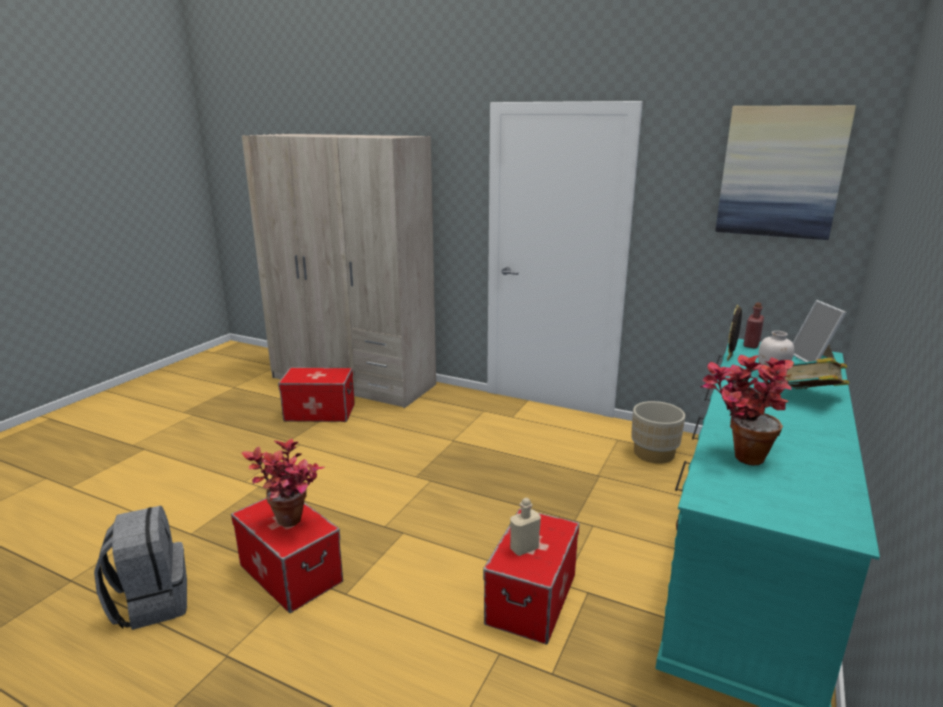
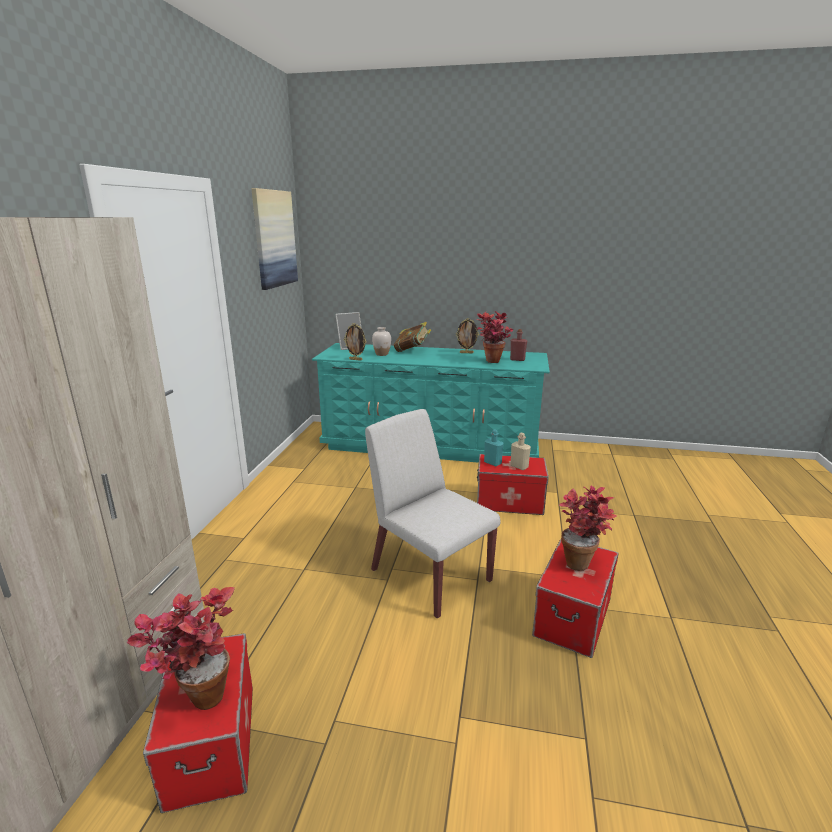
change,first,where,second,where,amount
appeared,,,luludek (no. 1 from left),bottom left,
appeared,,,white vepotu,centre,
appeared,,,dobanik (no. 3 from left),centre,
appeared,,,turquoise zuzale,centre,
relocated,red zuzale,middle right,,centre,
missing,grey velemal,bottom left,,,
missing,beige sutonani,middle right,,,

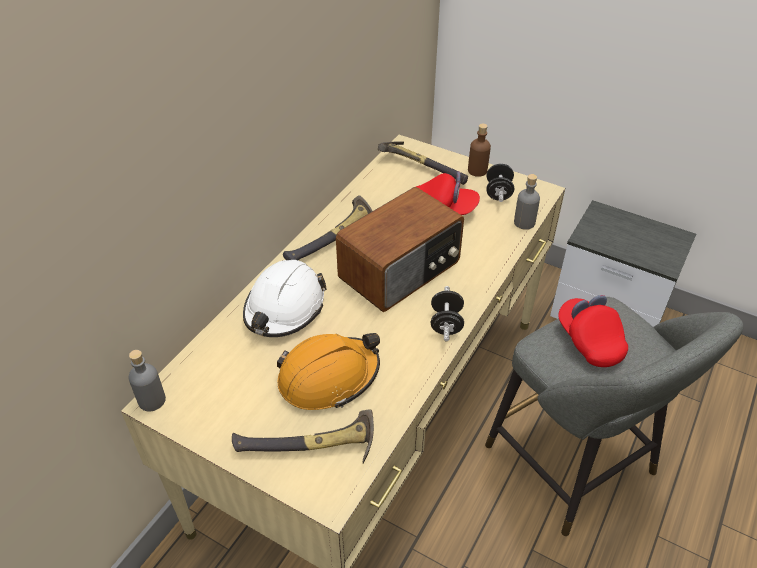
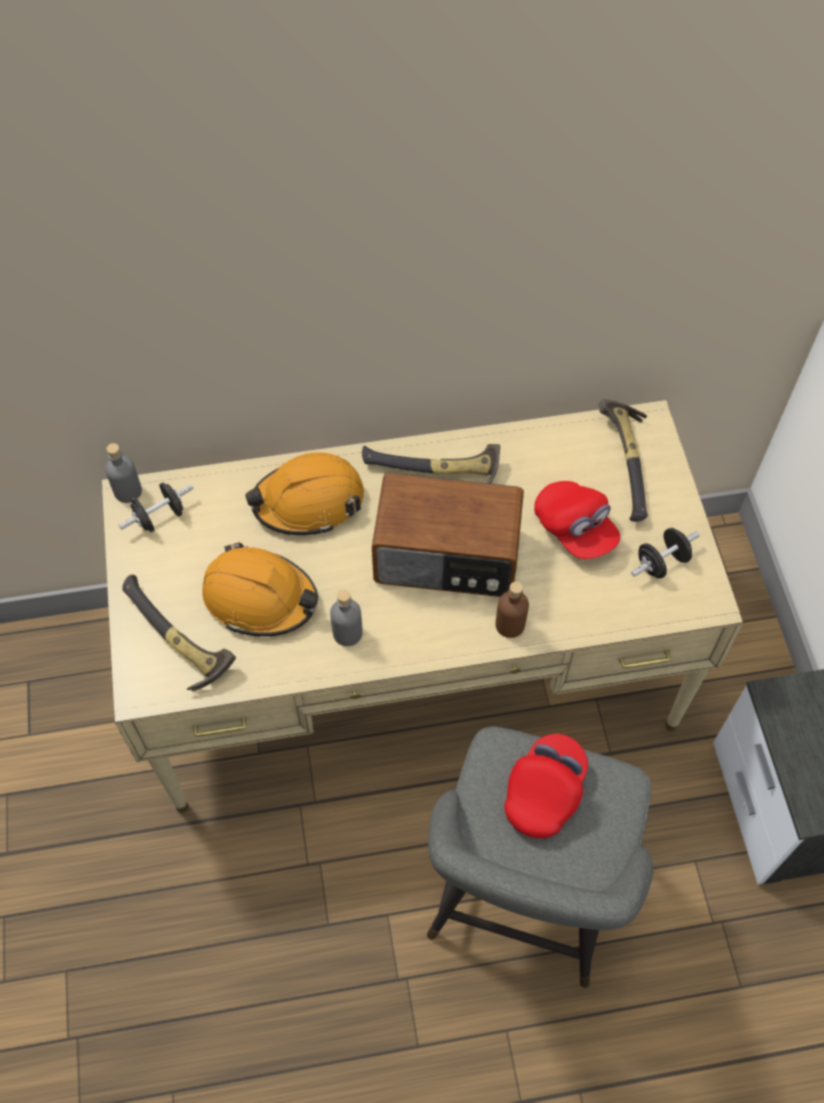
change,first,where,second,where,amount
relocated,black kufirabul (no. 1 from left),centre,,middle left,
colour,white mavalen,centre,orange mavalen (no. 2 from left),centre,
relocated,grey zuzale (no. 2 from left),middle right,,centre,
relocated,brown zuzale,top centre,,centre,

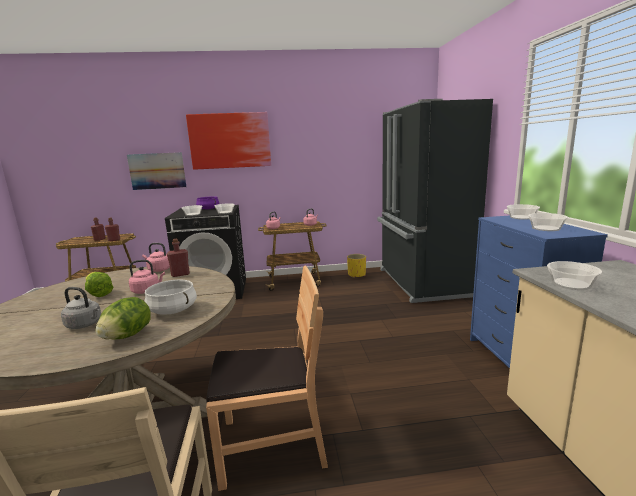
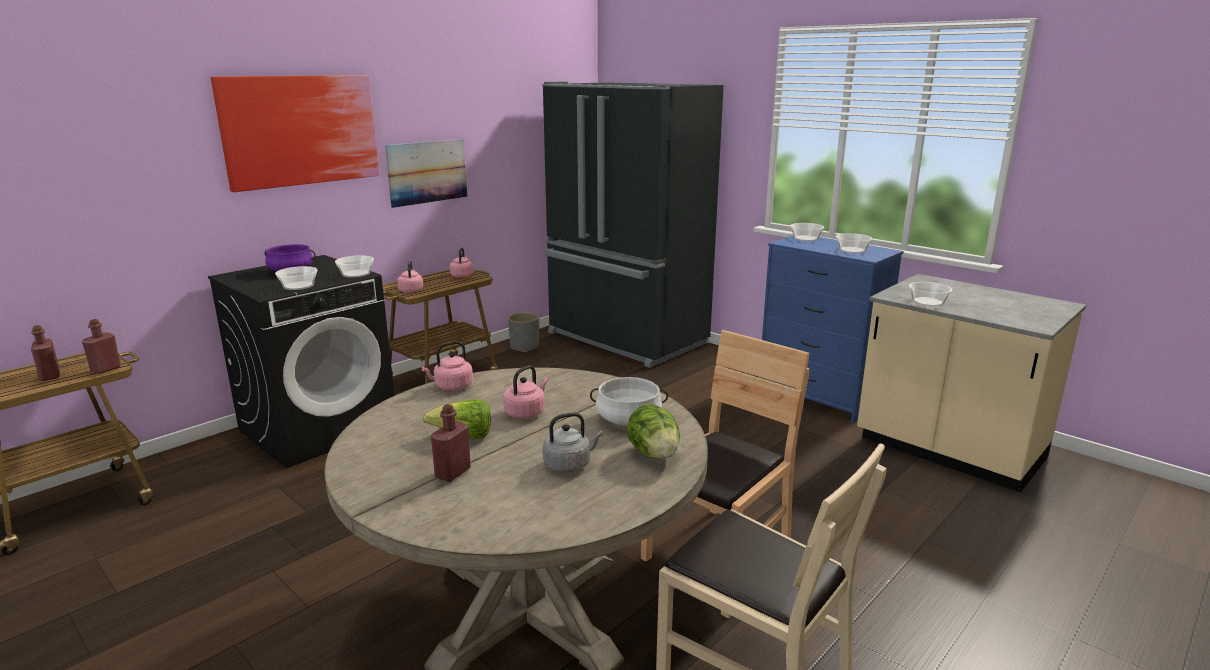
change,first,where,second,where,amount
relocated,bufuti (no. 1 from left in the first image),middle left,bufuti (no. 2 from left),top centre,
relocated,red zuzale (no. 3 from left),middle left,,centre,
colour,yellow sutonani,centre,grey sutonani,centre,

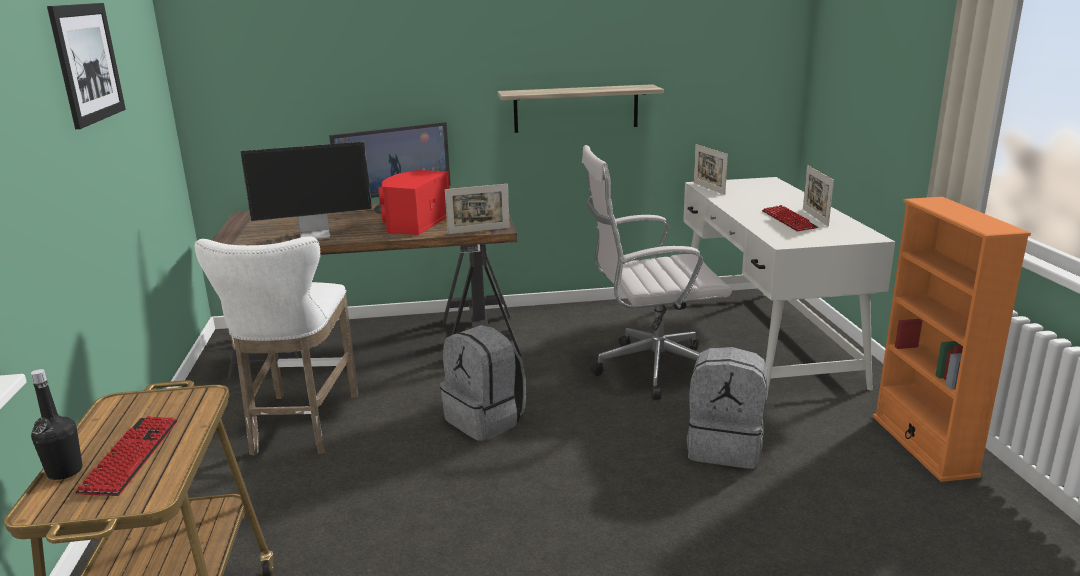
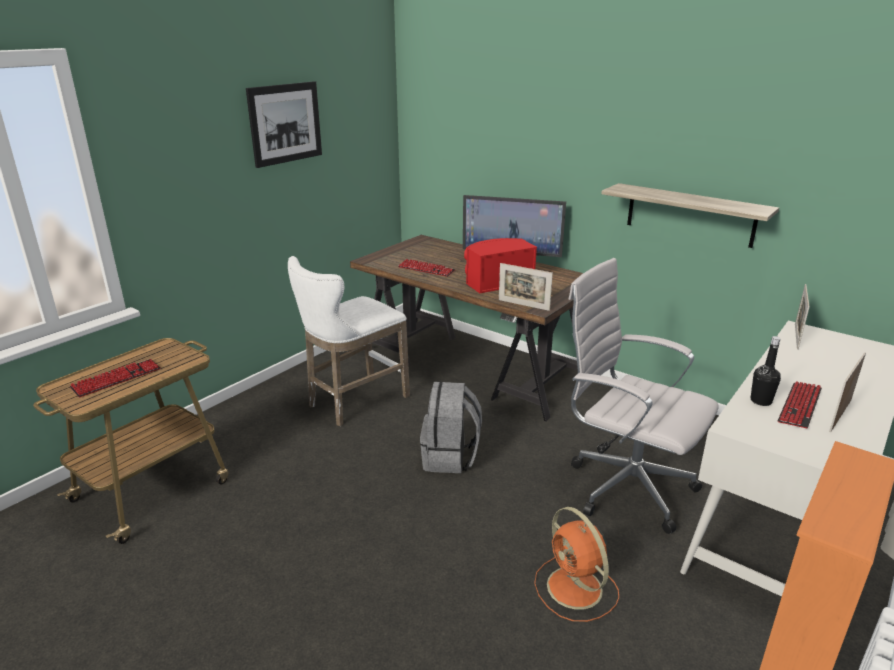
change,first,where,second,where,amount
exchanged,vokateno (no. 1 from left),top left,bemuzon (no. 2 from left),centre,
exchanged,grey velemal (no. 2 from left),bottom right,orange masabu,bottom centre,
relocated,black zuzale,bottom left,,middle right,

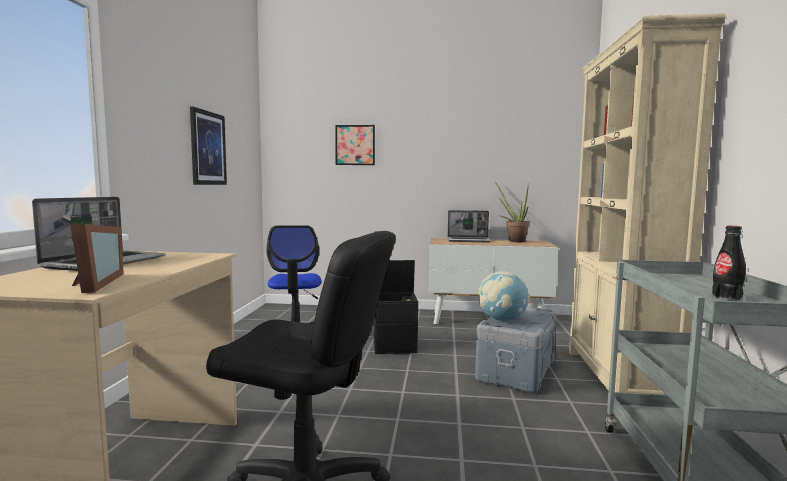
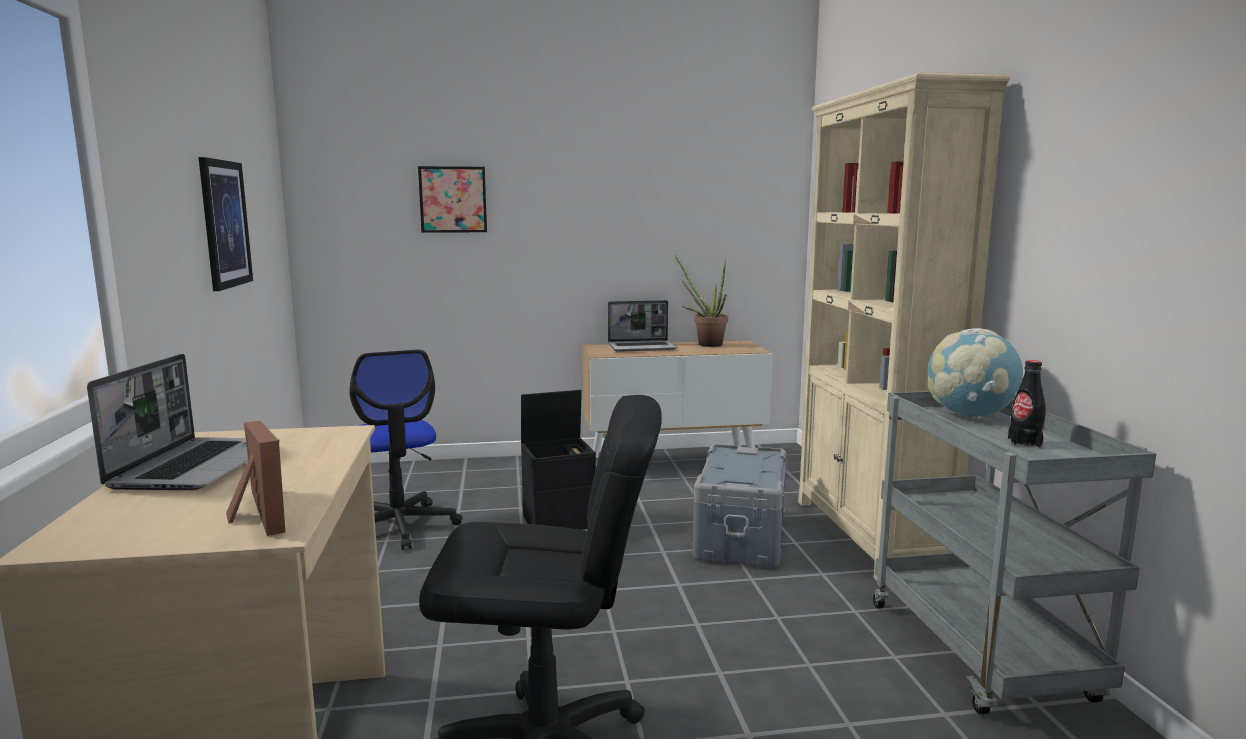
change,first,where,second,where,amount
relocated,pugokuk,centre,,middle right,

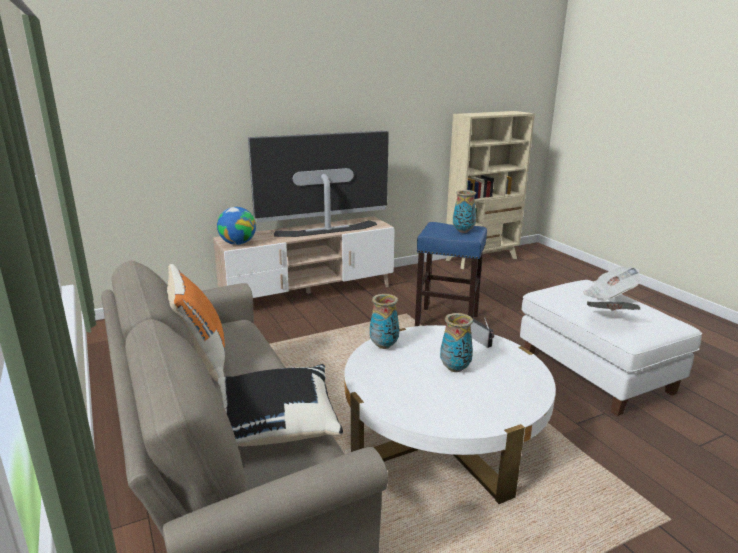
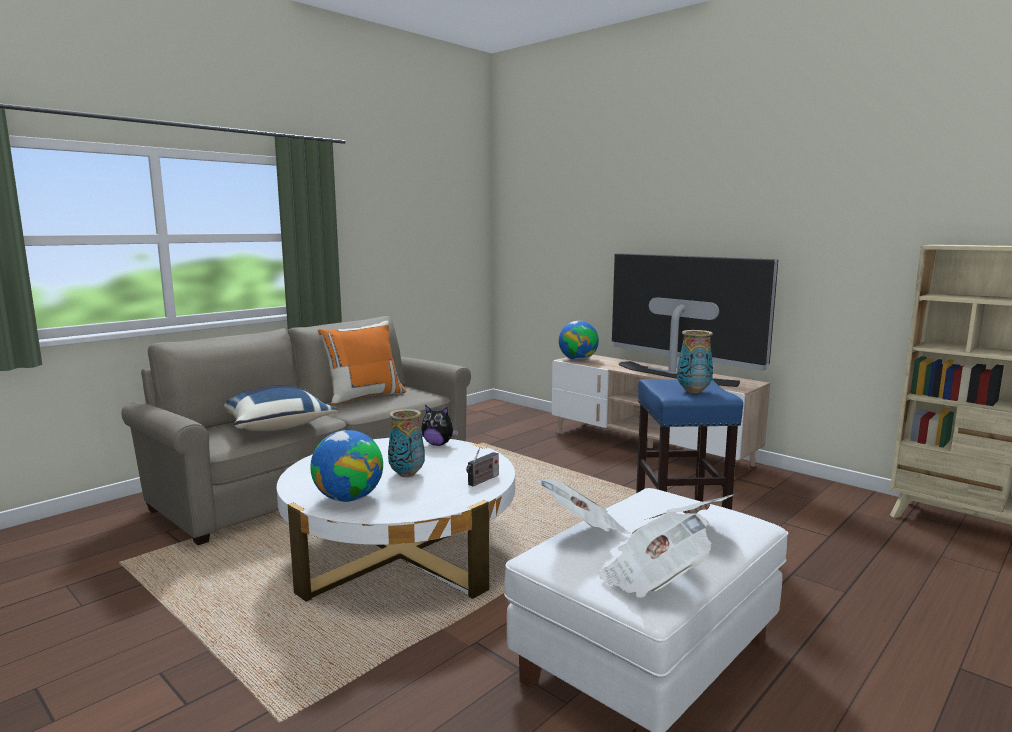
change,first,where,second,where,amount
colour,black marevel,bottom centre,blue marevel,middle left,
appeared,,,pugokuk (no. 1 from left),centre,
exchanged,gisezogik (no. 1 from left),centre,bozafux,centre,
appeared,,,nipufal (no. 2 from left),bottom centre,

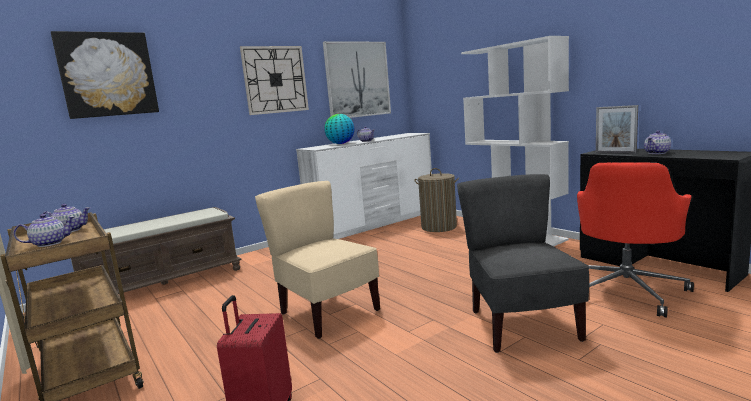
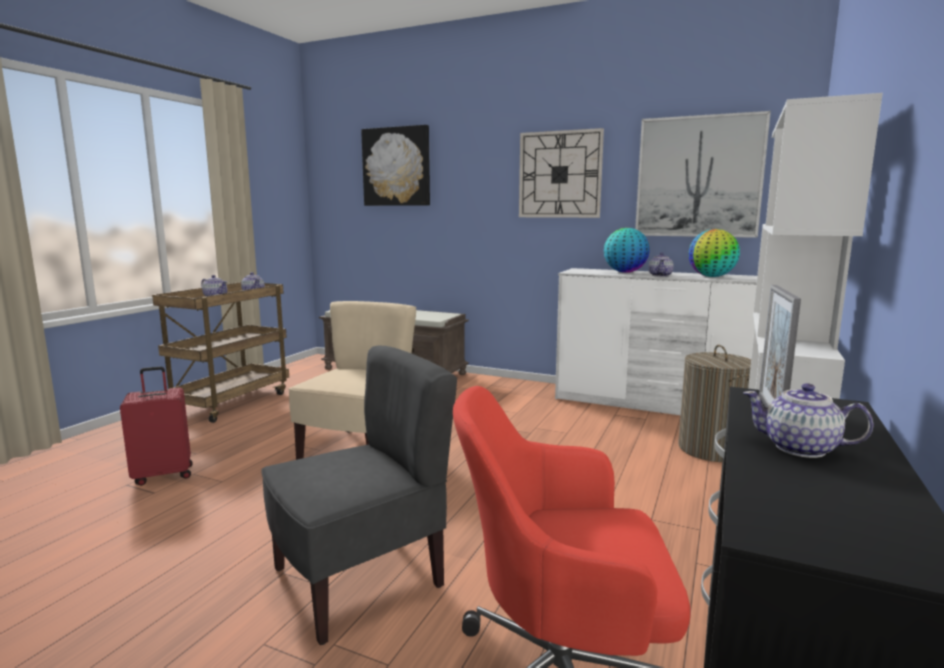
change,first,where,second,where,amount
appeared,,,pugokuk (no. 2 from left),middle right,

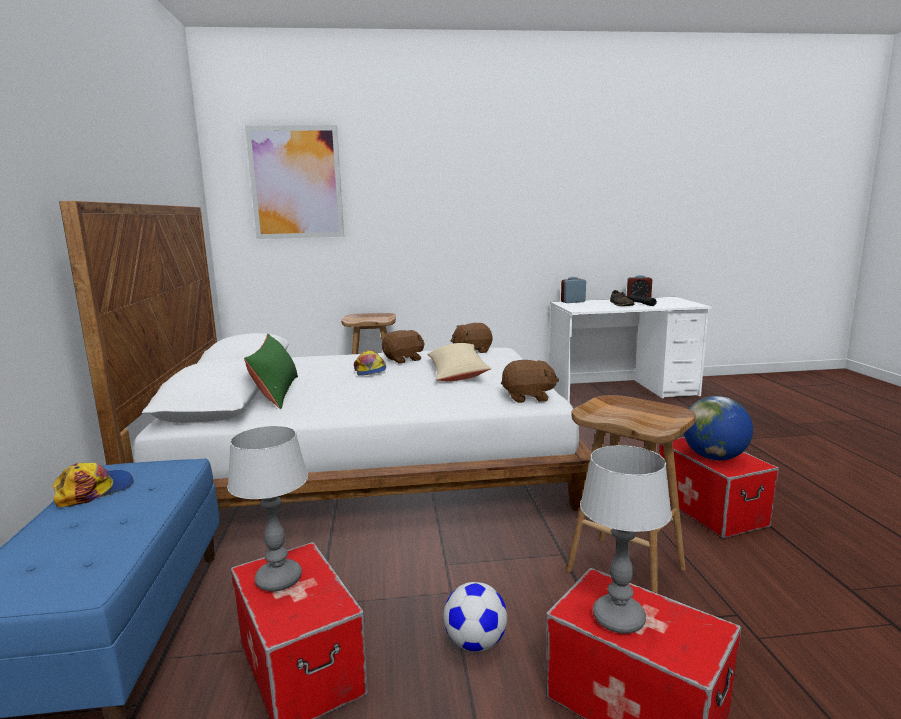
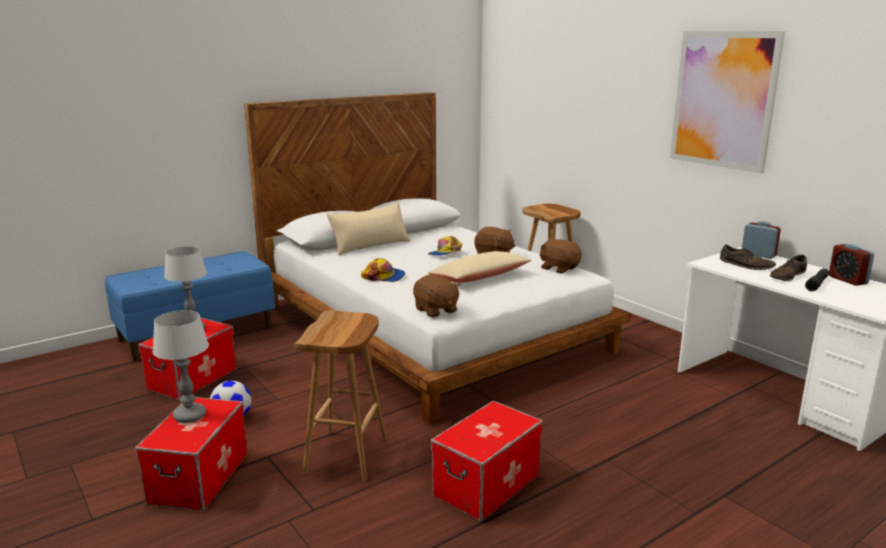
change,first,where,second,where,amount
colour,green marevel,middle left,beige marevel (no. 1 from left),centre,
relocated,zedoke (no. 1 from left),bottom left,,centre,
relocated,bufuti,top left,,top right,
appeared,,,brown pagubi (no. 1 from left),middle right,
missing,pugokuk,middle right,,,

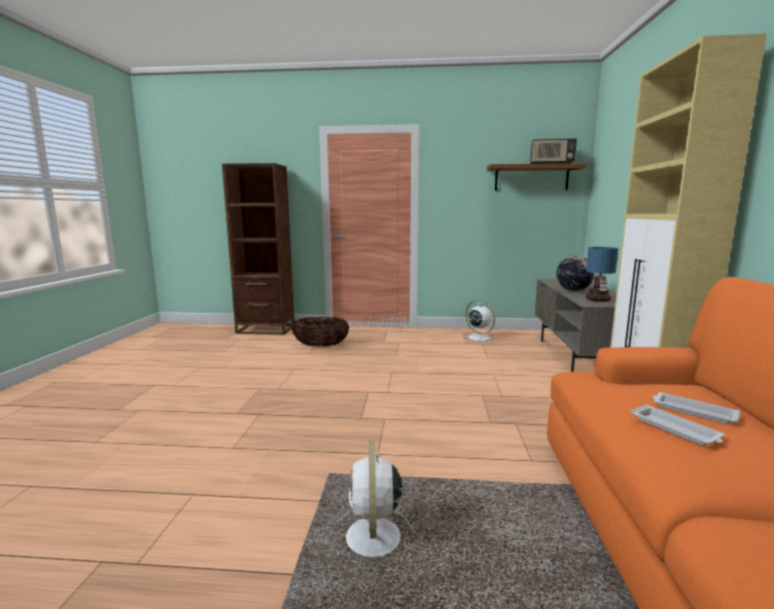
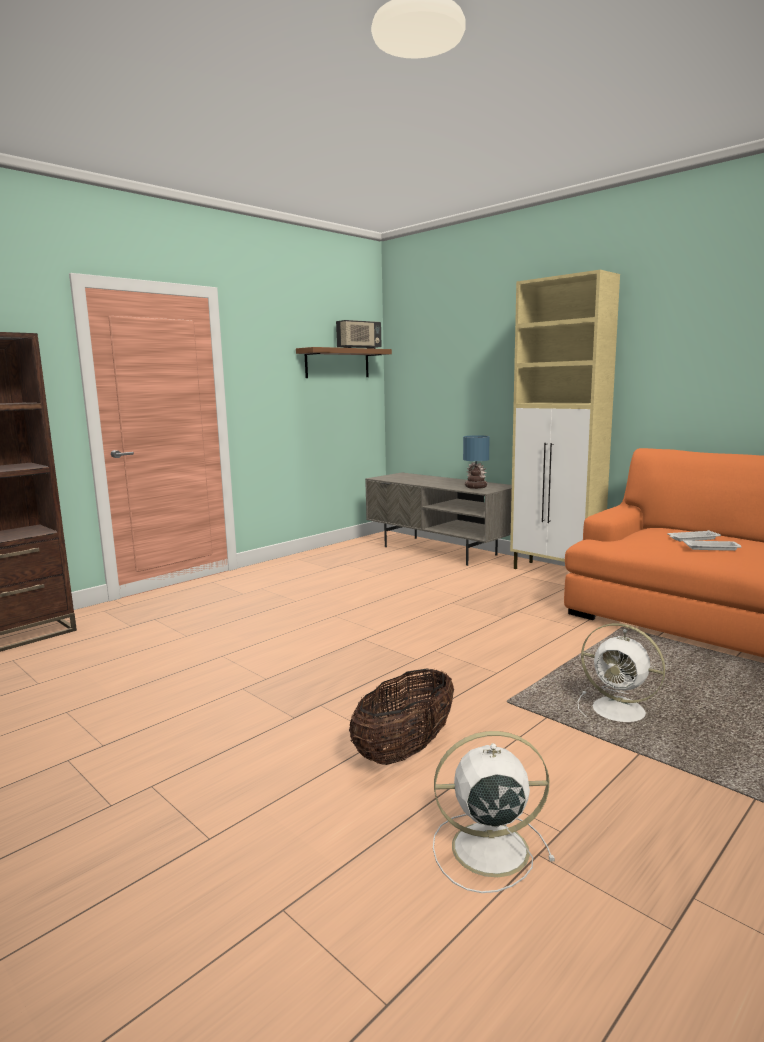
change,first,where,second,where,amount
relocated,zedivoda,centre,,bottom centre,
relocated,white masabu (no. 2 from left in the first image),centre,white masabu (no. 1 from left),bottom centre,
missing,pugokuk,middle right,,,

